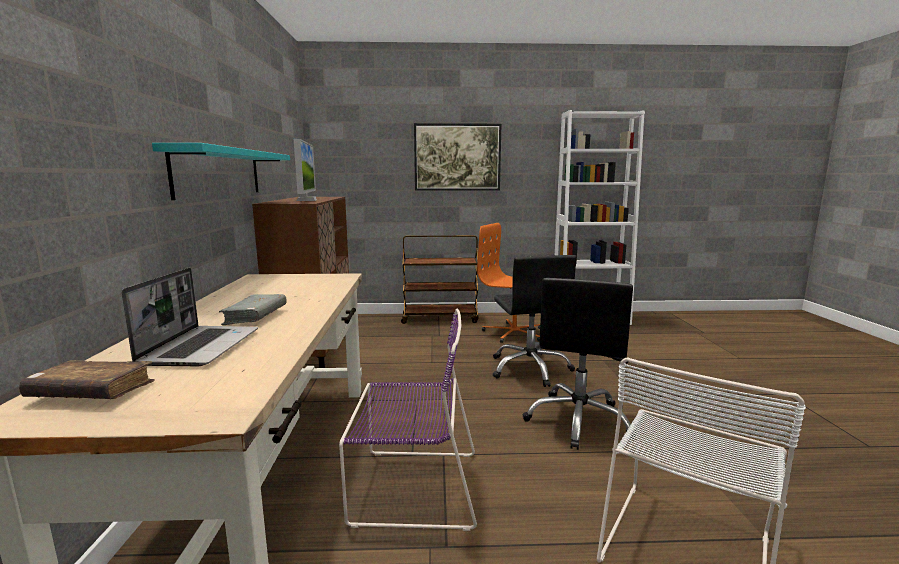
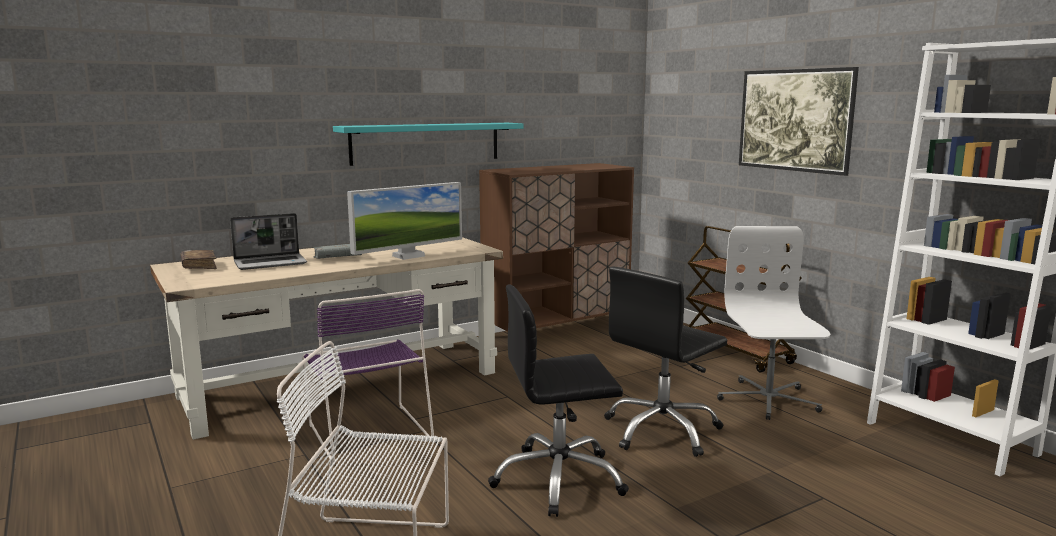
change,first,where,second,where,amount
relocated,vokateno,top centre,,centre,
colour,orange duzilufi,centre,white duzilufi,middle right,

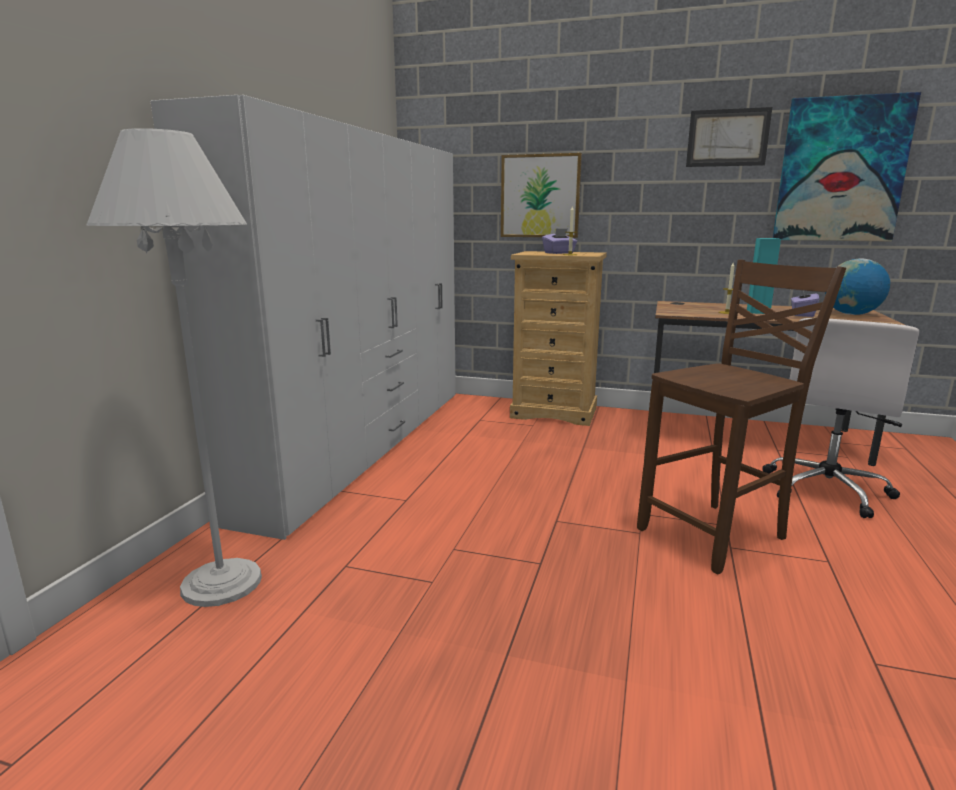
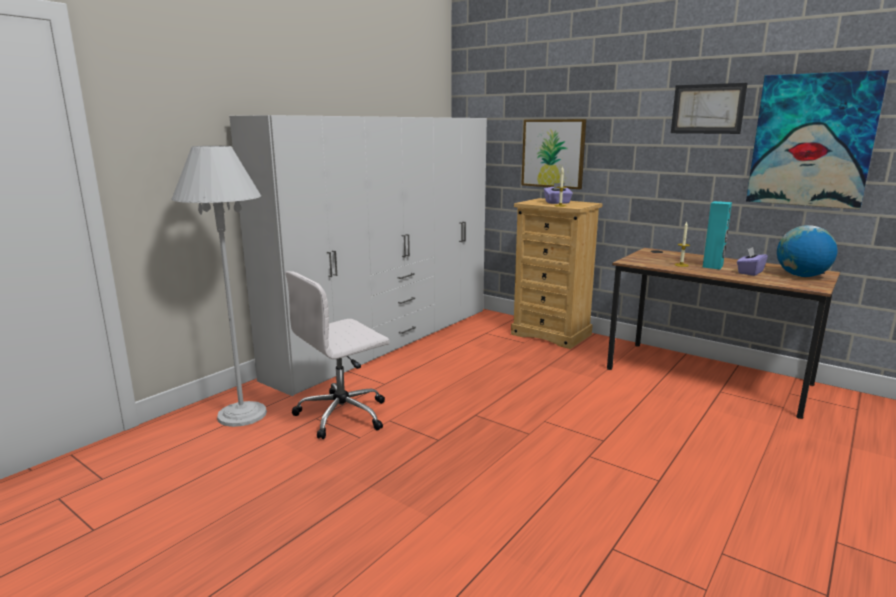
change,first,where,second,where,amount
relocated,white duzilufi,middle right,,centre,
missing,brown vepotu,middle right,,,

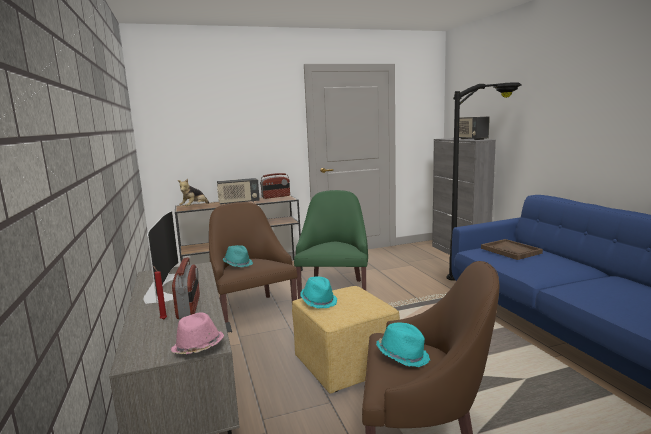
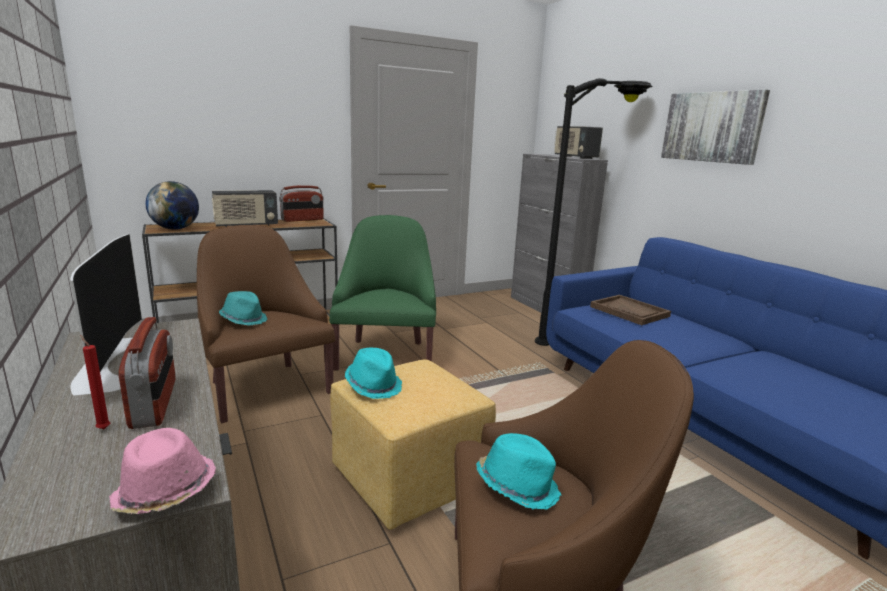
change,first,where,second,where,amount
exchanged,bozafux,middle left,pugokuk,middle left,
appeared,,,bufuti,top right,

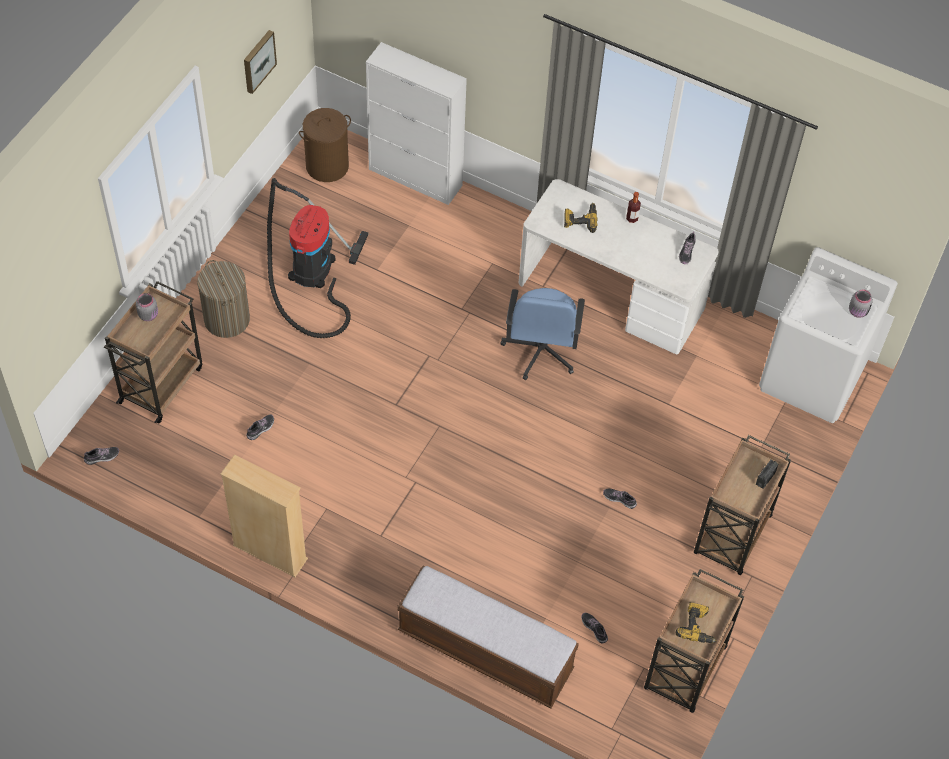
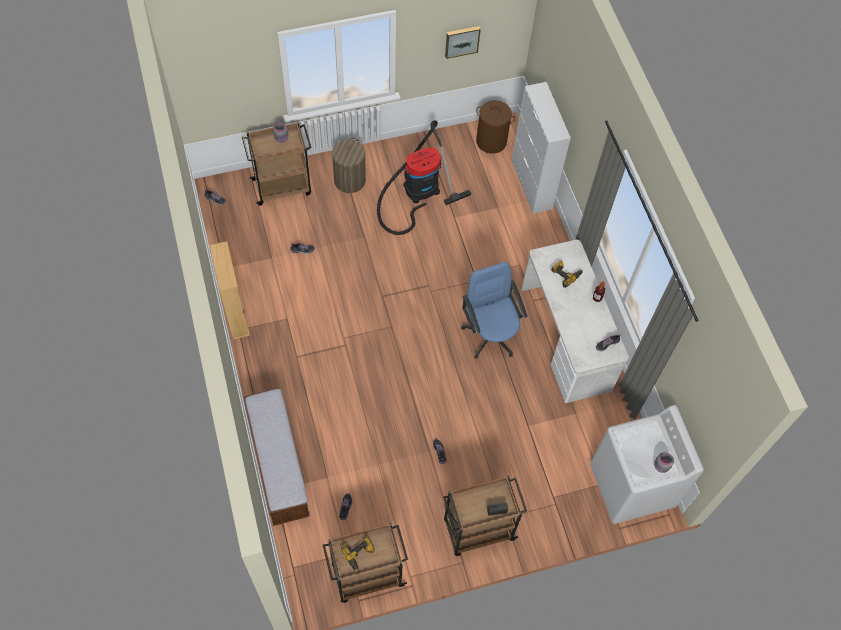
change,first,where,second,where,amount
spun,blue duzilufi,centre,,centre,105 degrees clockwise

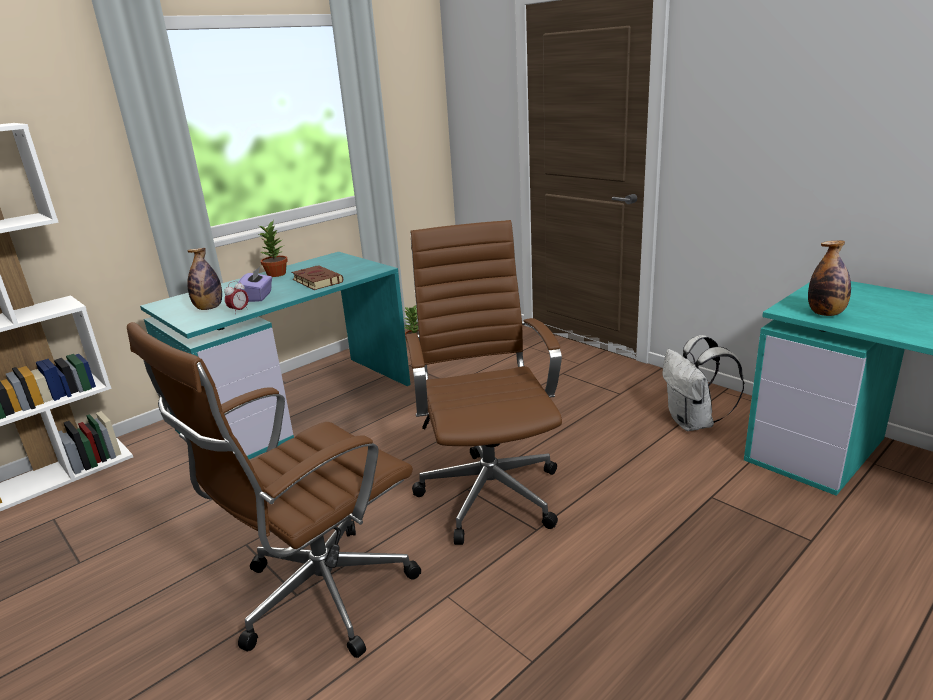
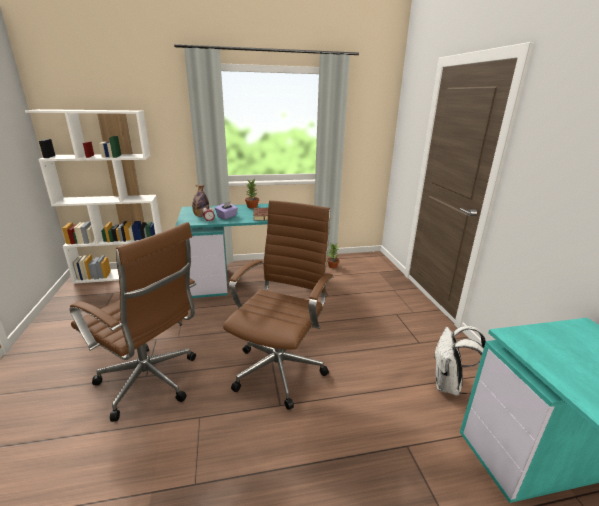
change,first,where,second,where,amount
spun,brown duzilufi (no. 1 from left),bottom left,,middle left,135 degrees counterclockwise
missing,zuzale (no. 2 from left),middle right,,,

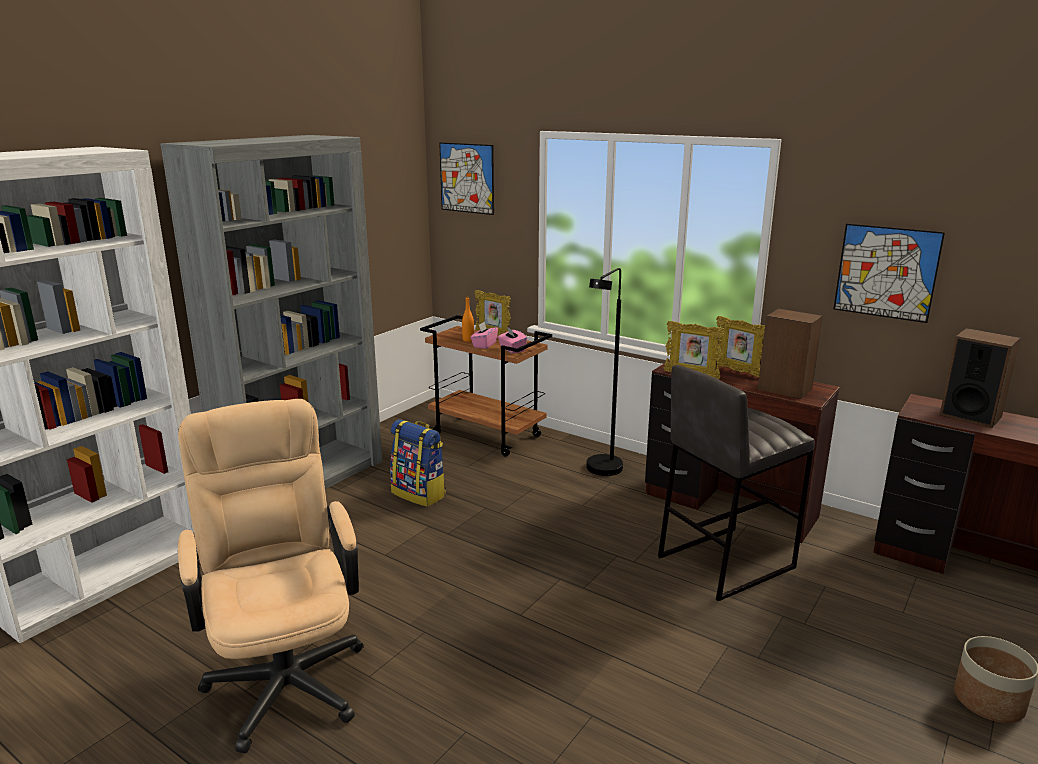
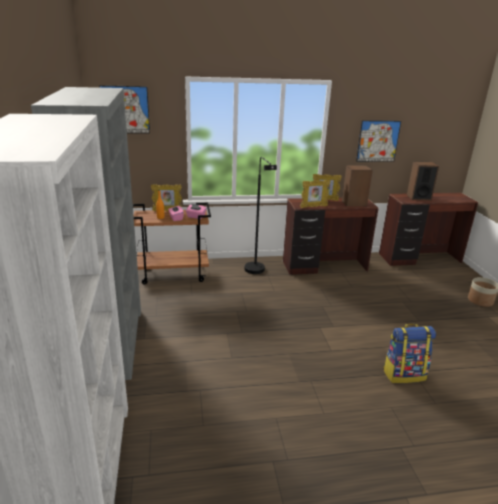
change,first,where,second,where,amount
relocated,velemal,centre,,bottom right,
missing,beige duzilufi,bottom left,,,
missing,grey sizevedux,middle right,,,

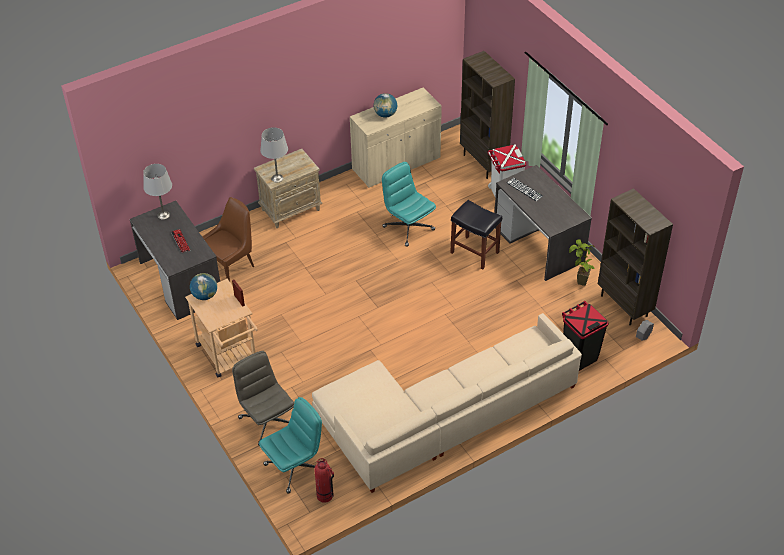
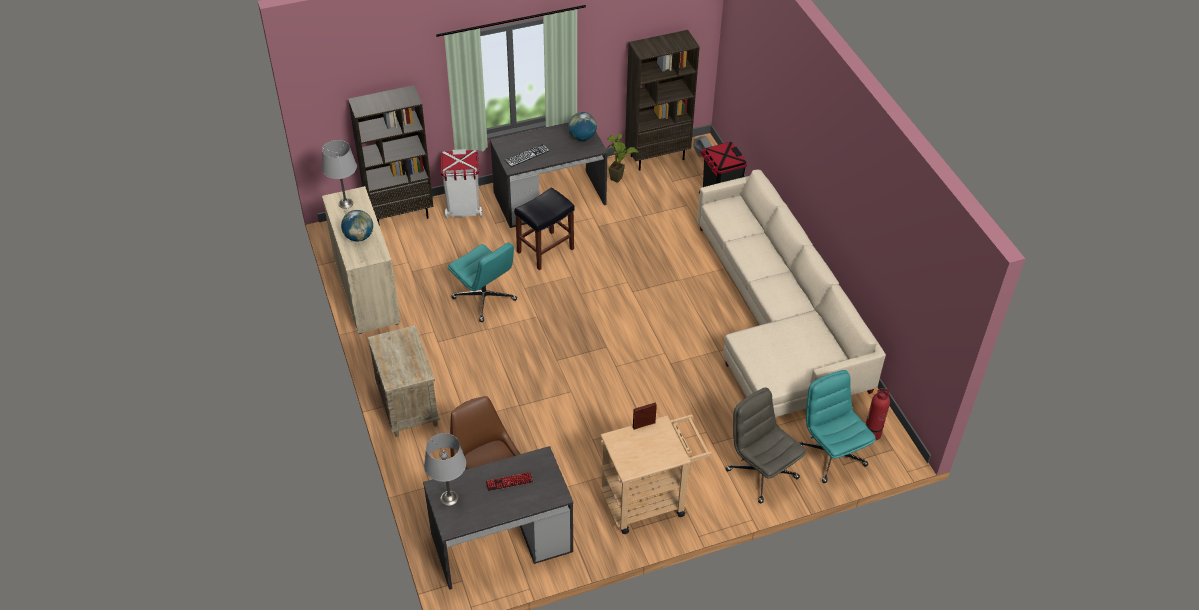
change,first,where,second,where,amount
relocated,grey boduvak (no. 2 from left in the first image),top centre,grey boduvak (no. 1 from left),top left,
spun,turquoise duzilufi (no. 2 from left in the first image),centre,turquoise duzilufi (no. 1 from left),centre,105 degrees counterclockwise
relocated,pugokuk (no. 1 from left in the first image),middle left,pugokuk (no. 2 from left),top centre,
spun,grey duzilufi,bottom centre,,bottom centre,75 degrees clockwise

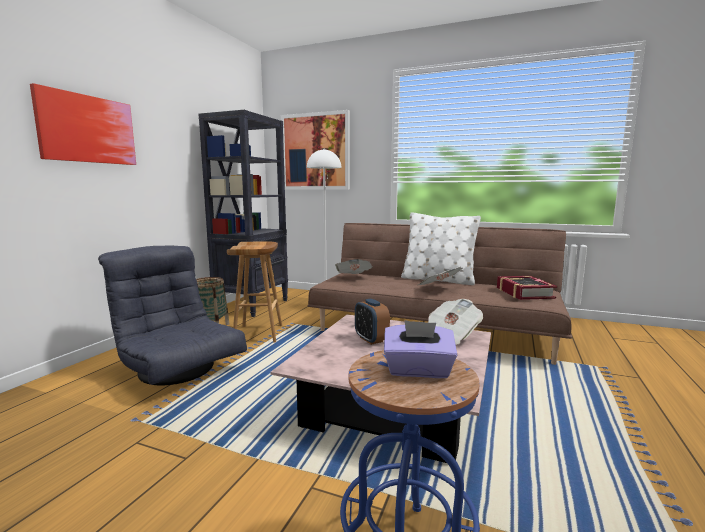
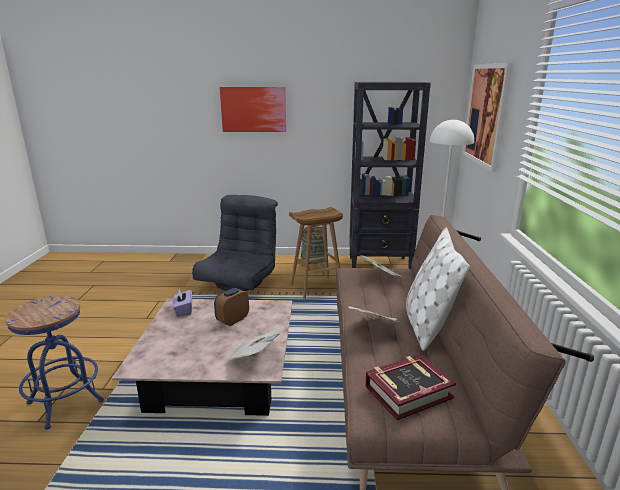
change,first,where,second,where,amount
relocated,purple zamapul,centre,,middle left,

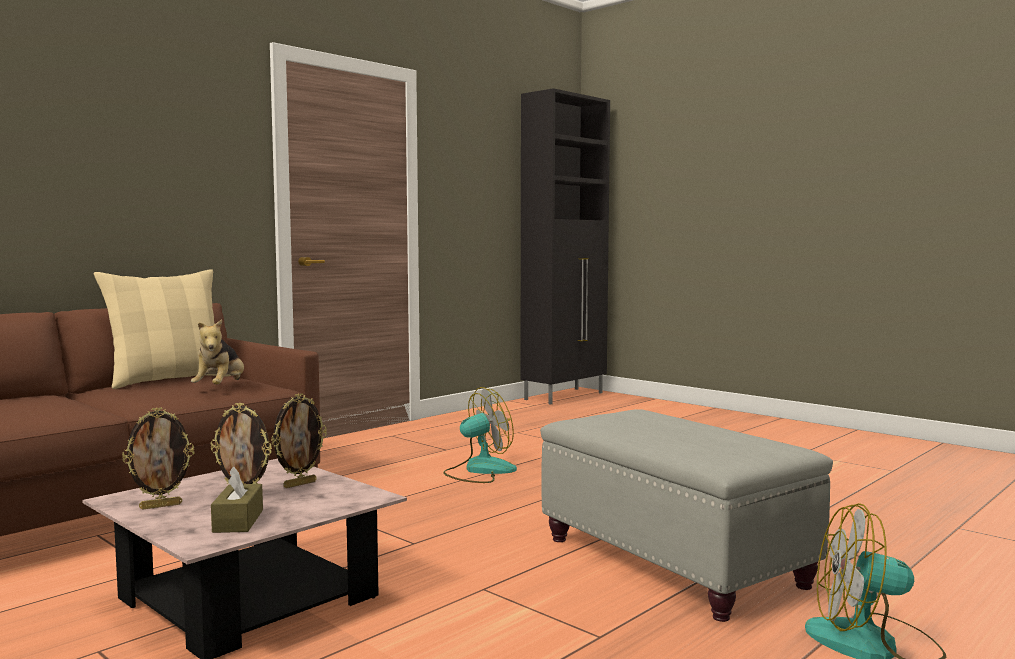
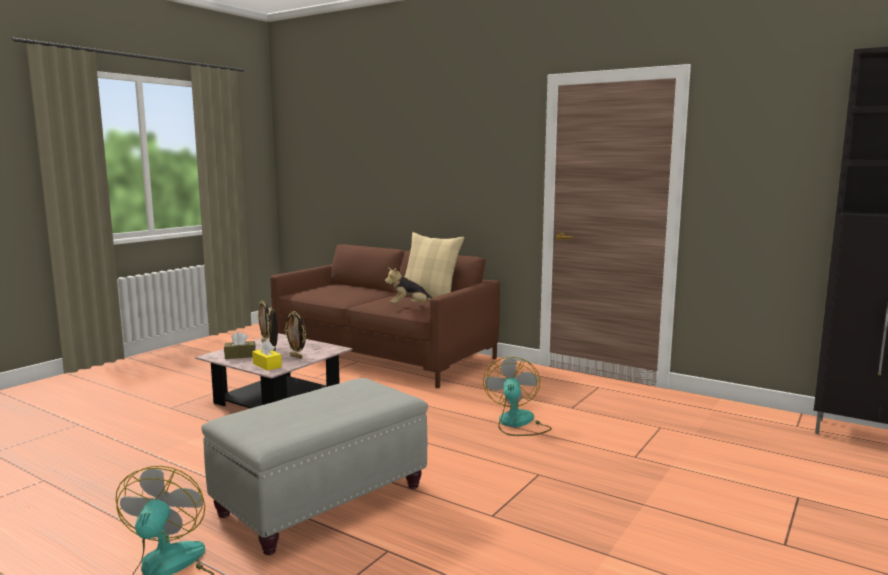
change,first,where,second,where,amount
appeared,,,yellow zamapul,middle left,
spun,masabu (no. 1 from left in the first image),centre,masabu (no. 2 from left),bottom centre,135 degrees counterclockwise

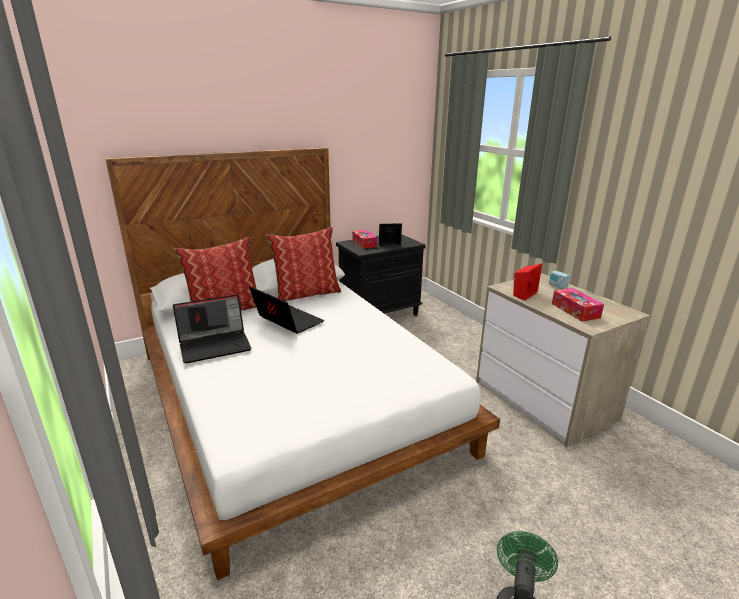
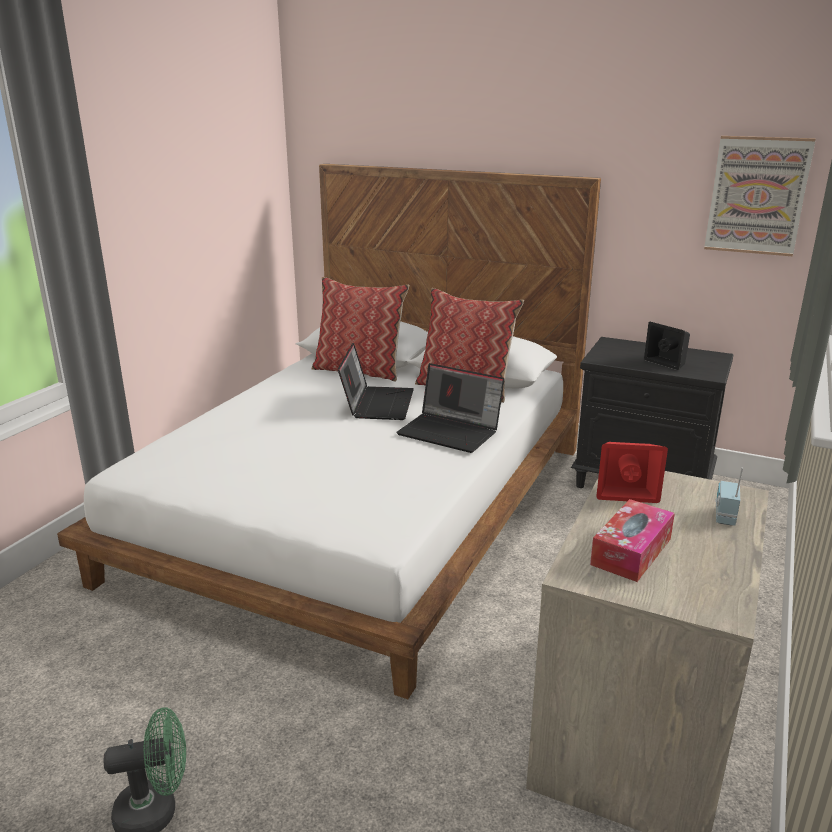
change,first,where,second,where,amount
relocated,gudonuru (no. 1 from left in the first image),middle left,gudonuru (no. 2 from left),centre,
appeared,,,bufuti,top right,
missing,zamapul (no. 1 from left),centre,,,

